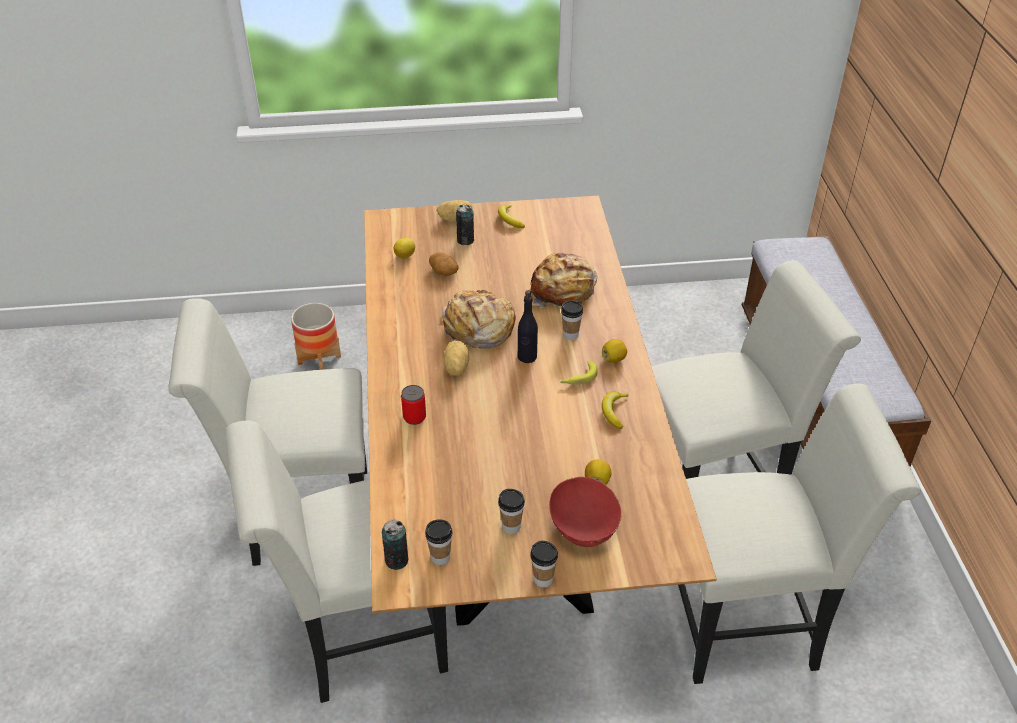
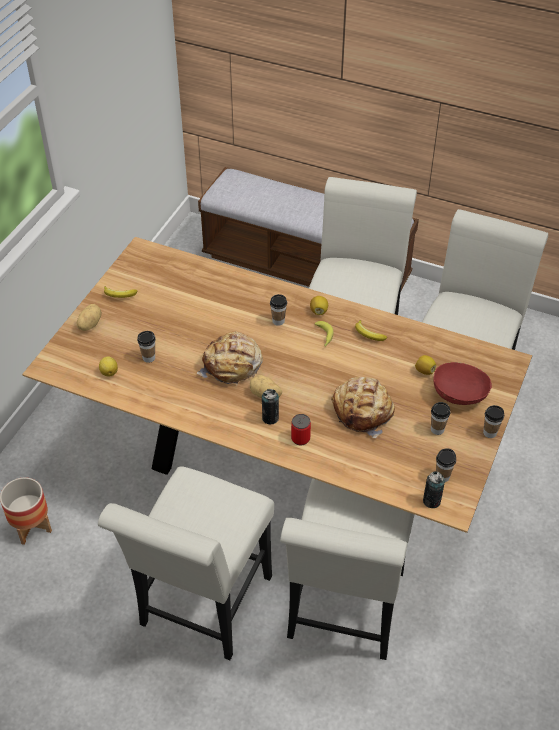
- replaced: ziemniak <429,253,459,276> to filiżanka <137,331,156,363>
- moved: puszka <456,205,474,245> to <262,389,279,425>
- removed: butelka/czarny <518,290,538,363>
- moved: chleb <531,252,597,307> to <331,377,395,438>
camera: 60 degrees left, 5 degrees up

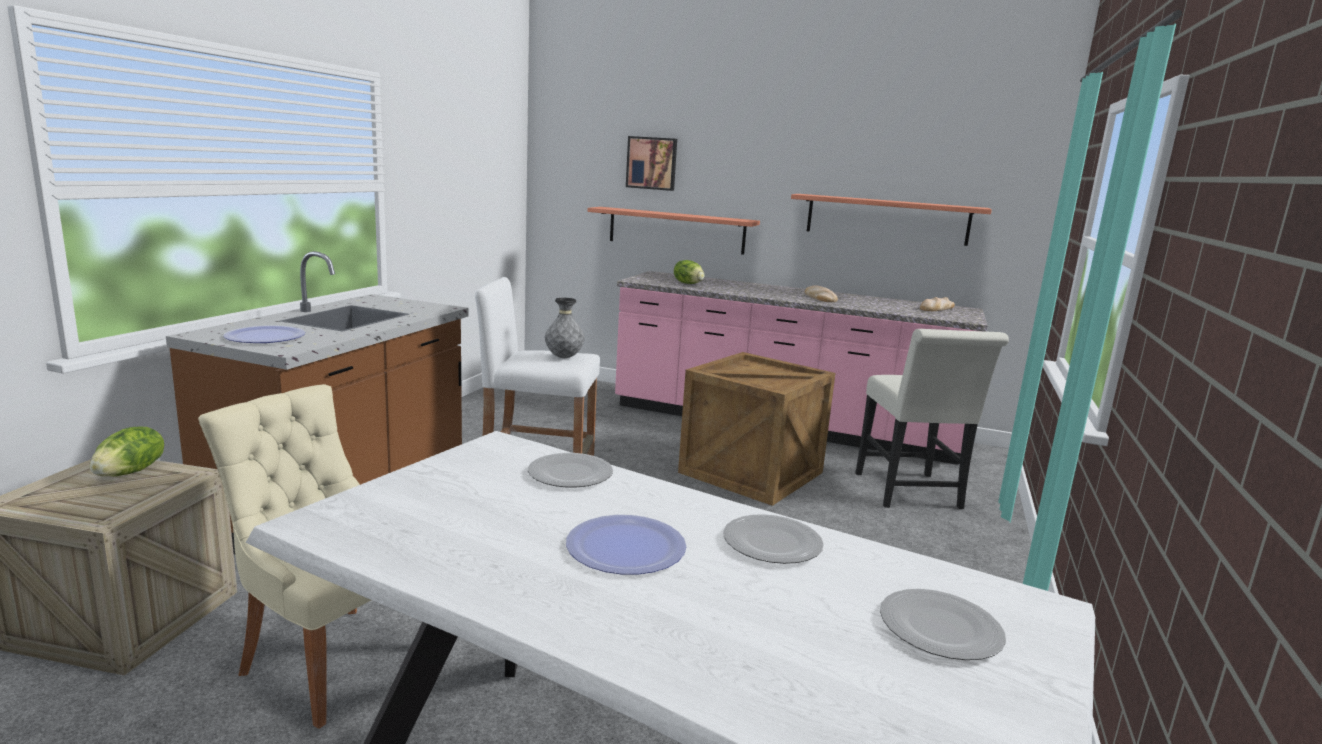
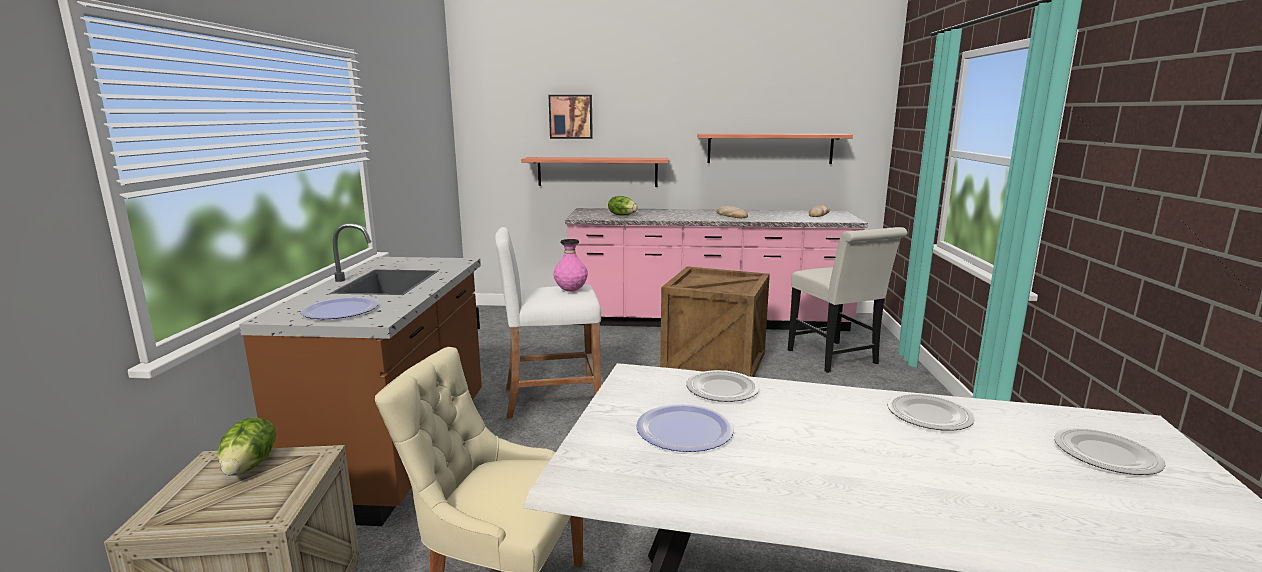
- recoloured: wazon/szary <545,298,585,358> to wazon/różowy <553,239,588,292>
- moved: talerz <566,515,686,575> to <636,404,734,452>
camera: 15 degrees left, 0 degrees up

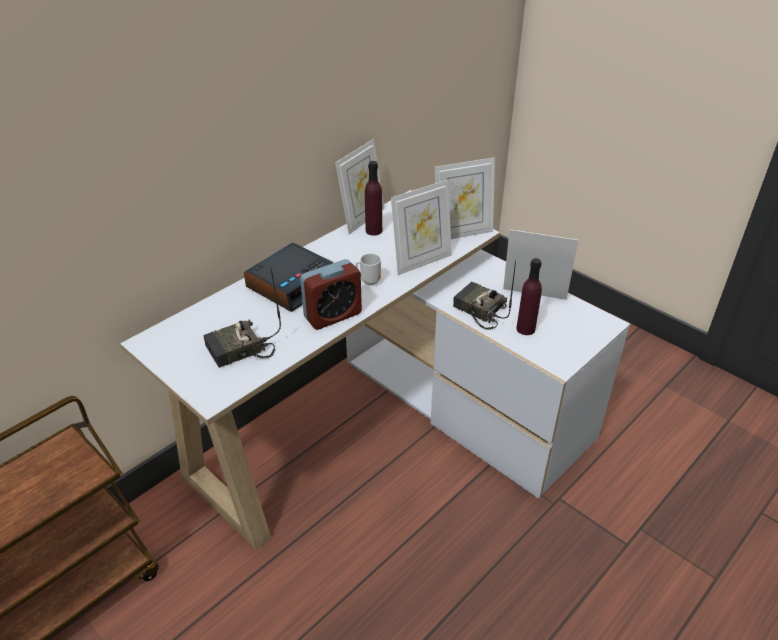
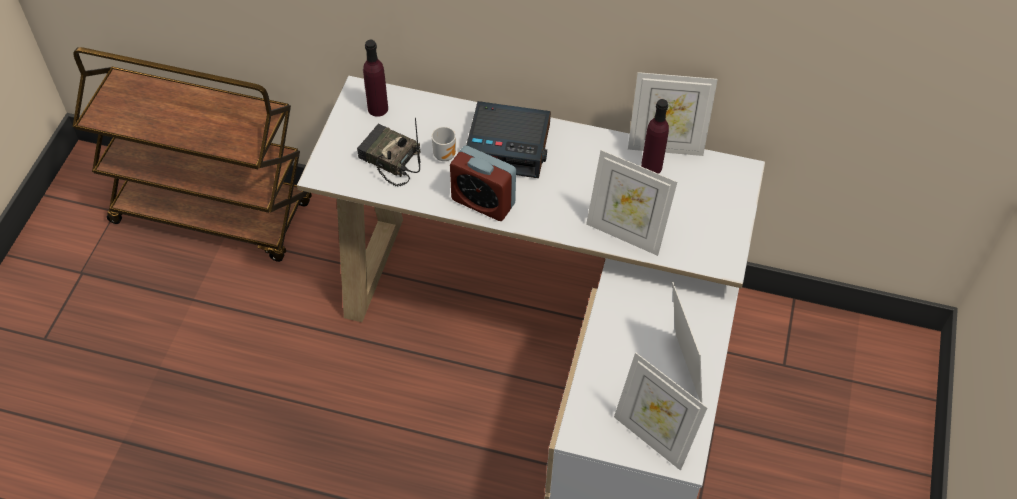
- moved: kubek <355,253,381,285> to <432,127,456,161>
- moved: ramka na zdjęcie <435,157,495,239> to <614,352,708,471>
- removed: radio <453,260,516,330>
- moved: butelka/fioletowy <516,258,542,335> to <363,40,388,117>
camera: 60 degrees right, 15 degrees up

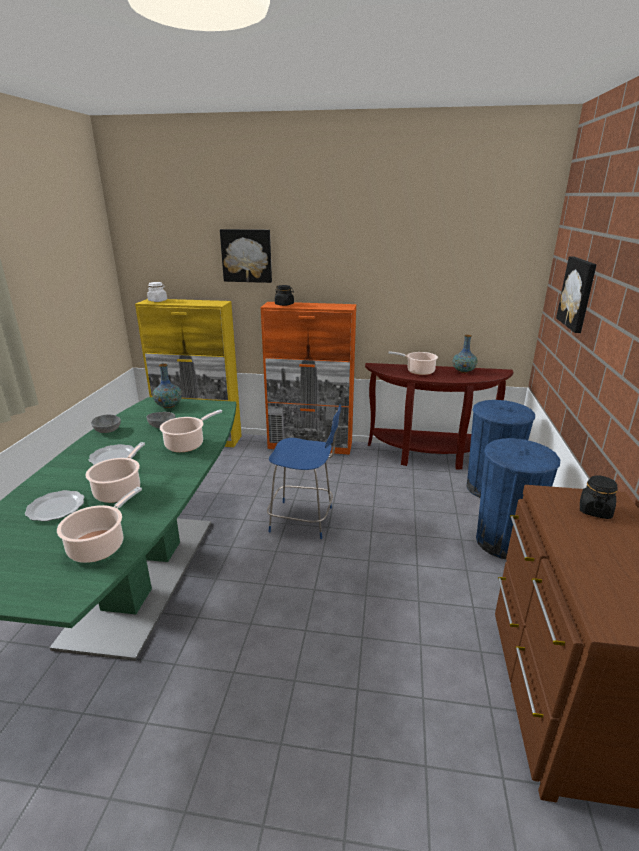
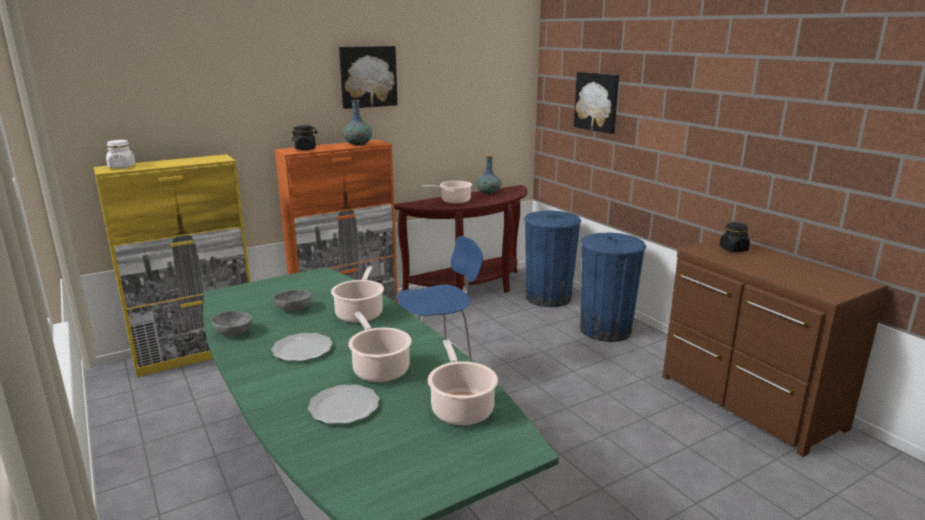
- moved: wazon <152,364,182,408> to <343,100,372,146>
- moved: obraz <220,229,272,283> to <339,46,398,109>
camera: 40 degrees left, 5 degrees down

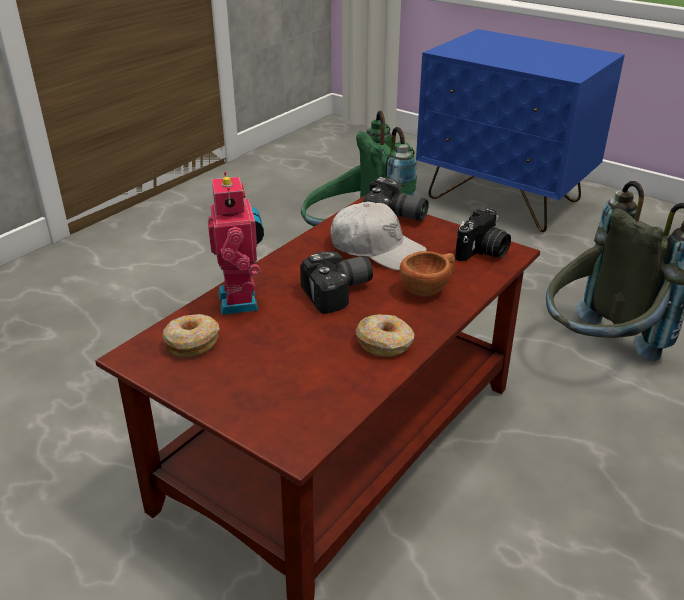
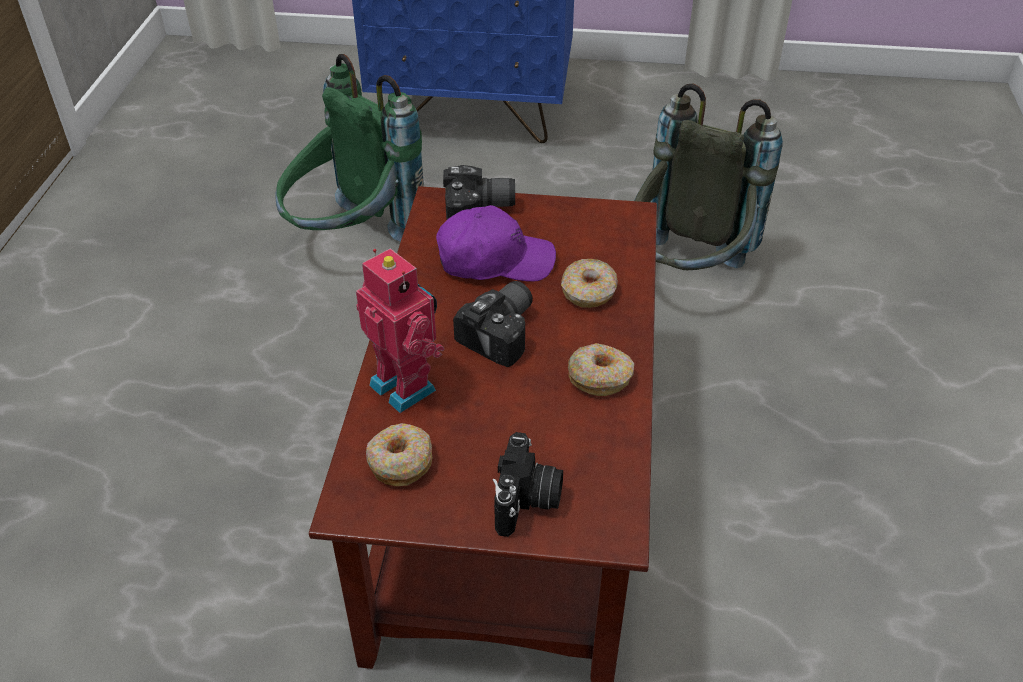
- recoloured: czapka z daszkiem/biały <330,202,427,271> to czapka z daszkiem/fioletowy <436,205,556,282>
- replaced: filiżanka/brązowy <400,251,455,296> to donut <561,259,618,308>
- moved: aparat fotograficzny <455,209,511,261> to <493,432,563,537>
camera: 30 degrees left, 10 degrees up

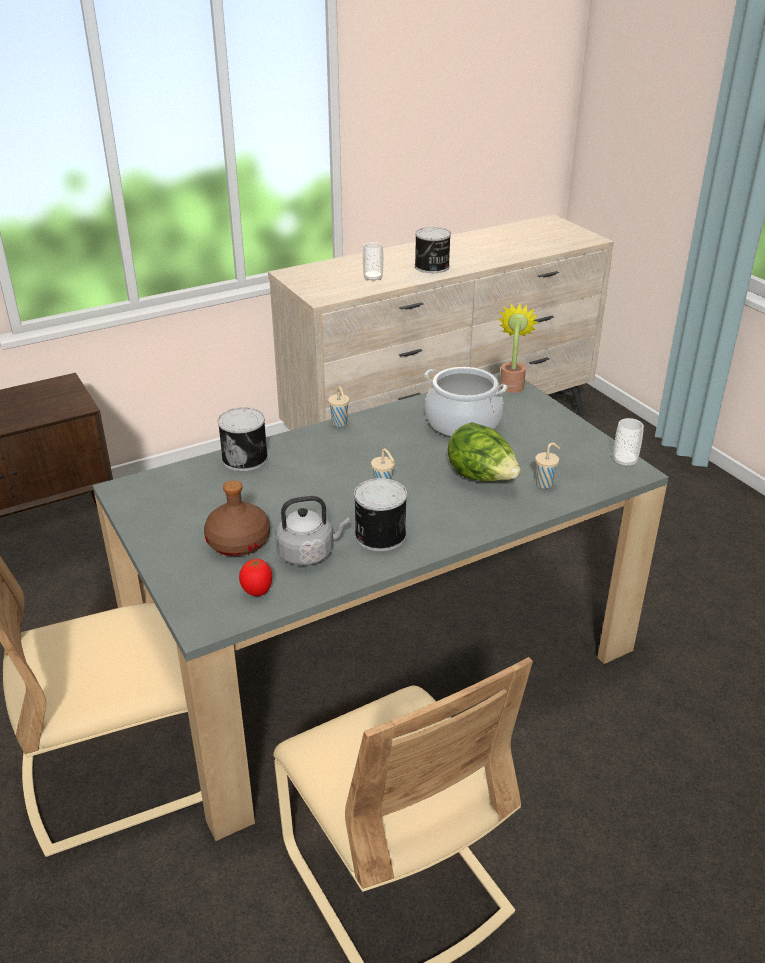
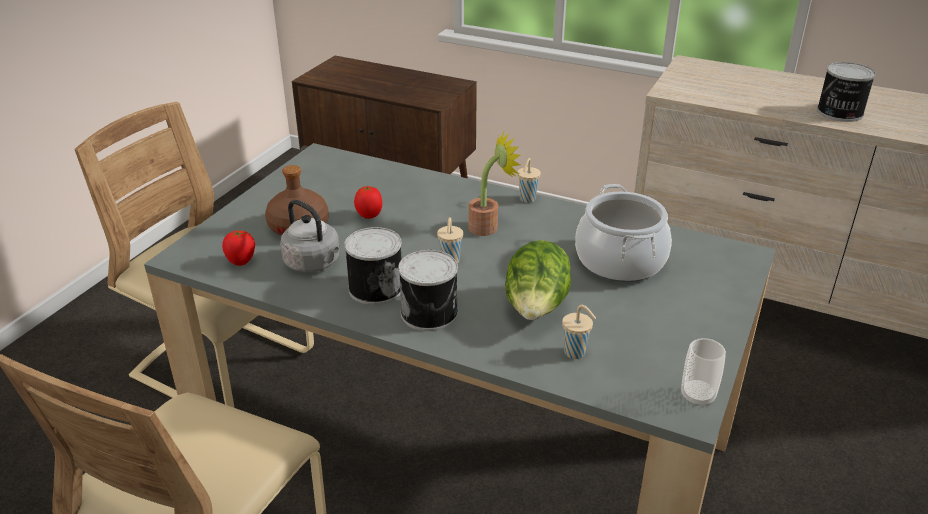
- moved: puszka <218,407,268,471> to <398,250,458,331>
- removed: filiżanka <363,242,383,282>
- moved: roślina doniczkowa <497,303,538,393> to <468,132,521,236>
- added: pomidor <354,185,382,219>
camera: 55 degrees right, 0 degrees up

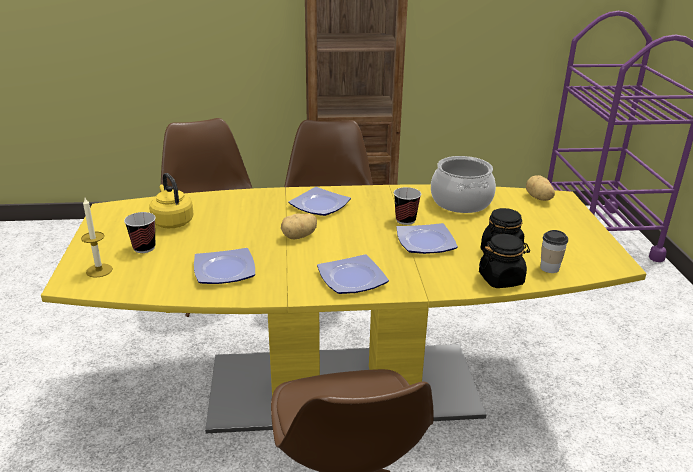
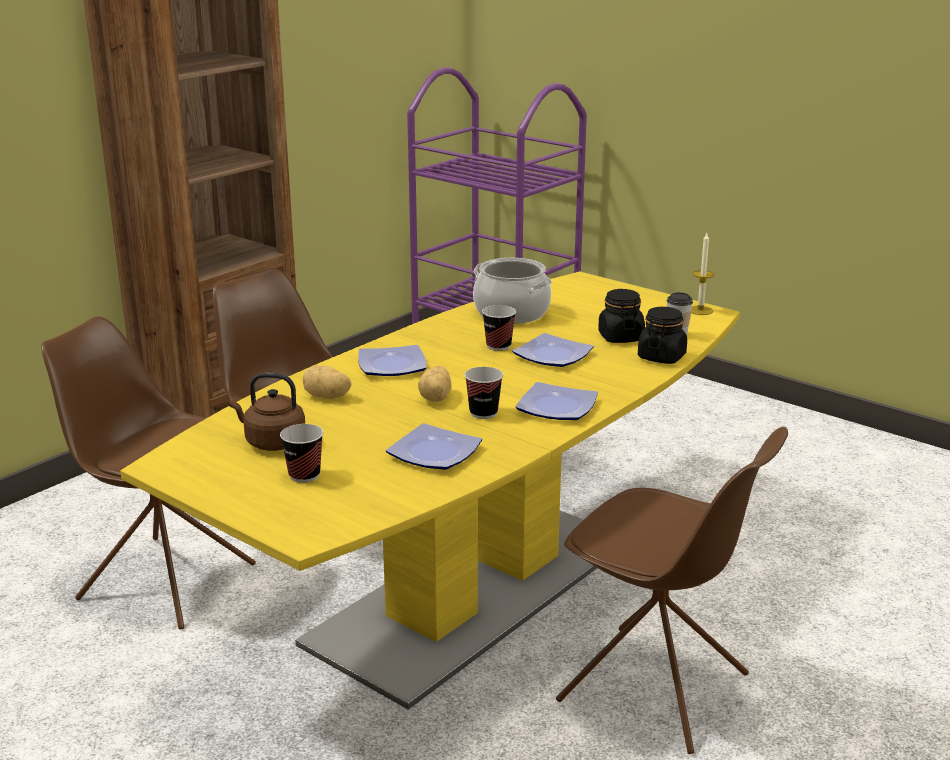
- moved: świeca <81,198,113,278> to <691,233,714,315>
- recoloured: czajnik/żółty <149,173,193,228> to czajnik/brązowy <229,373,305,451>
- moved: ziemniak <526,175,555,201> to <303,365,351,399>
- added: filiżanka <465,367,503,419>
camera: 45 degrees left, 5 degrees down

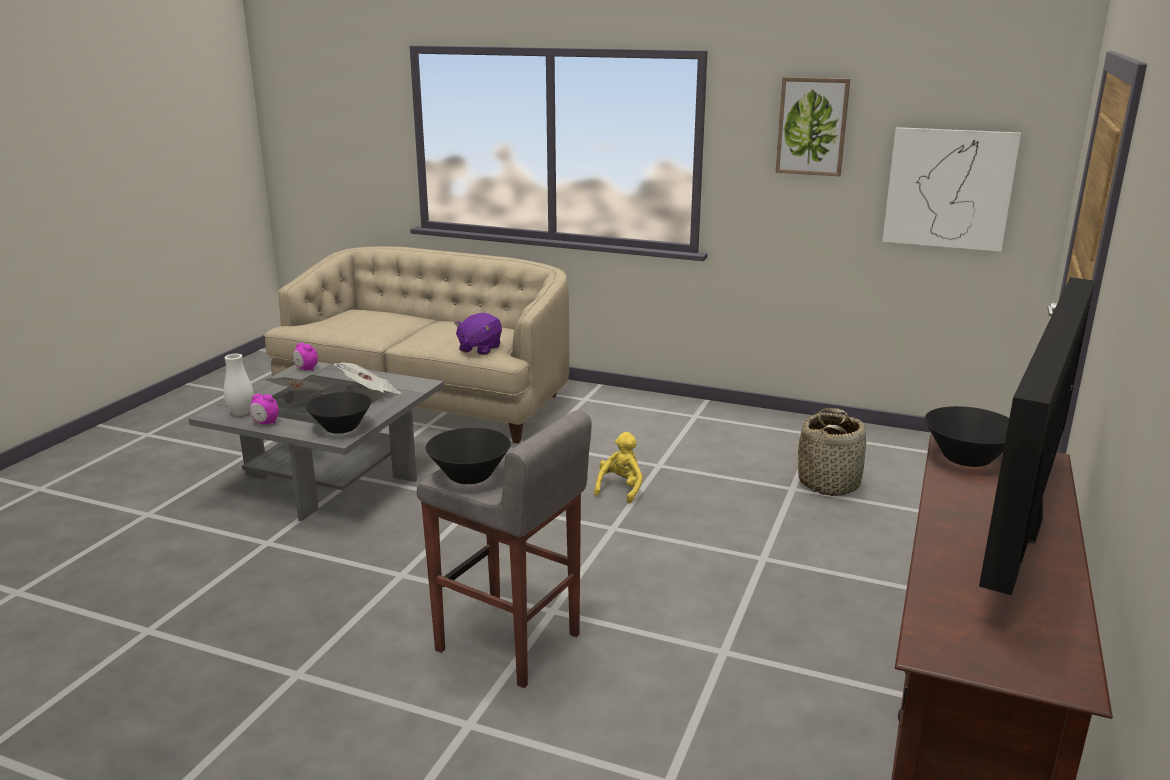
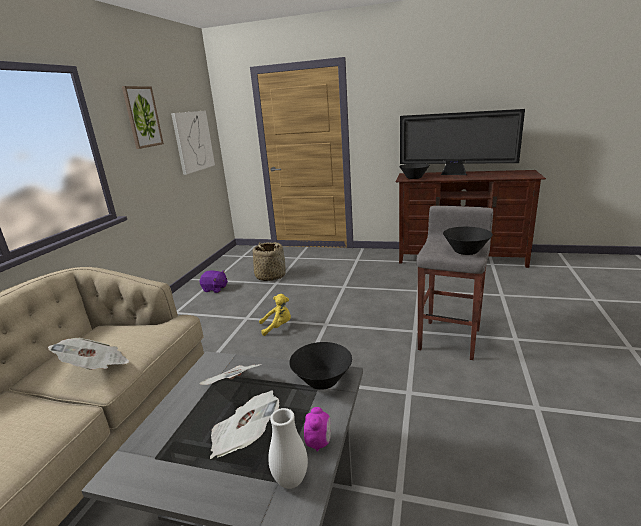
- removed: budzik <293,343,318,371>
- moved: pluszak/fioletowy <454,313,502,355> to <200,270,228,293>
- turned: pluszak/żółty <594,432,643,504> = <259,294,291,336> 150 degrees clockwise
- added: gazeta <48,338,130,370>
camera: 95 degrees left, 0 degrees up

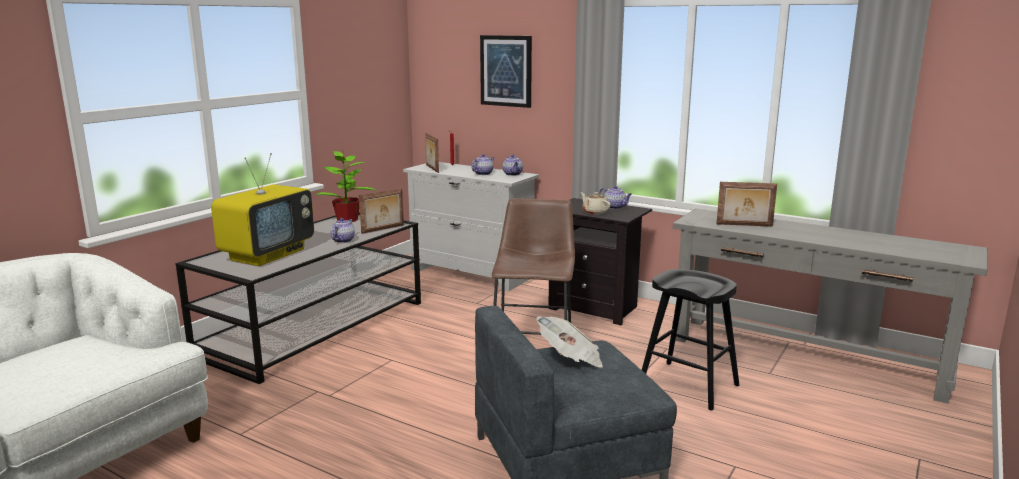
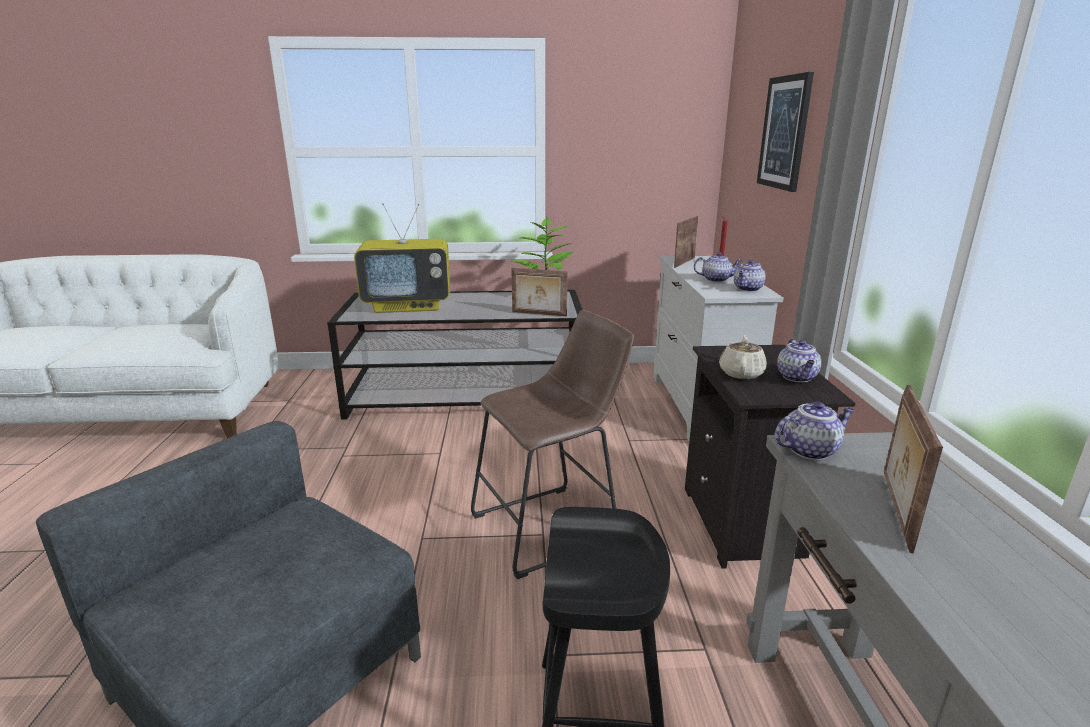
- moved: imbryk <330,218,355,243> to <775,401,854,460>
- removed: gazeta <536,316,603,368>
- turned: ramka na zdjęcie <716,182,777,227> = <884,385,943,554> 45 degrees clockwise
camera: 55 degrees right, 5 degrees up

